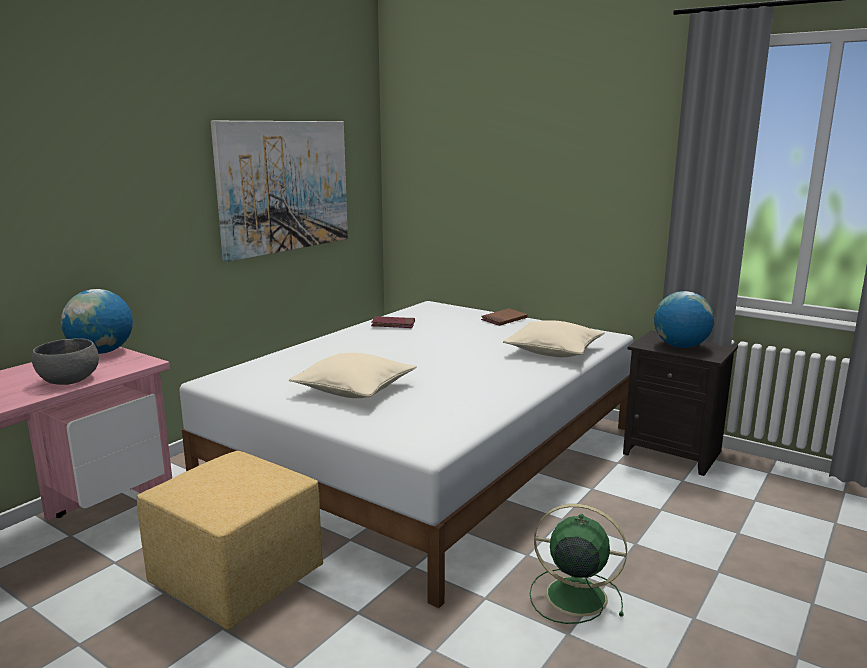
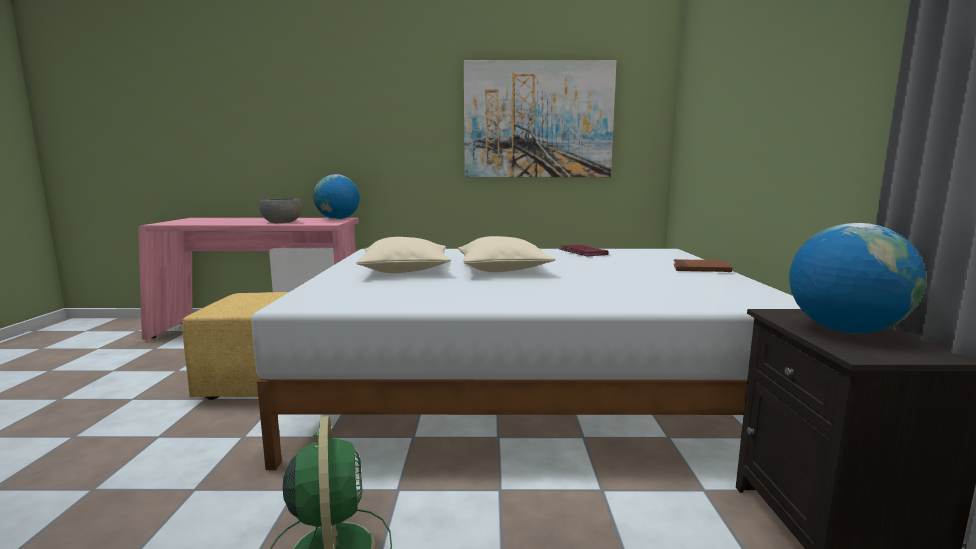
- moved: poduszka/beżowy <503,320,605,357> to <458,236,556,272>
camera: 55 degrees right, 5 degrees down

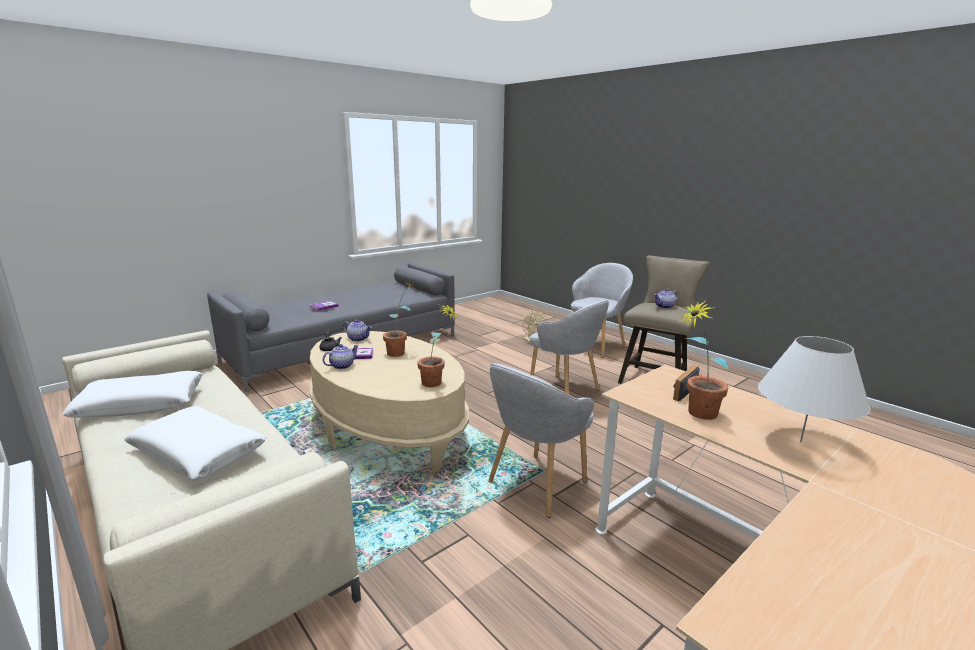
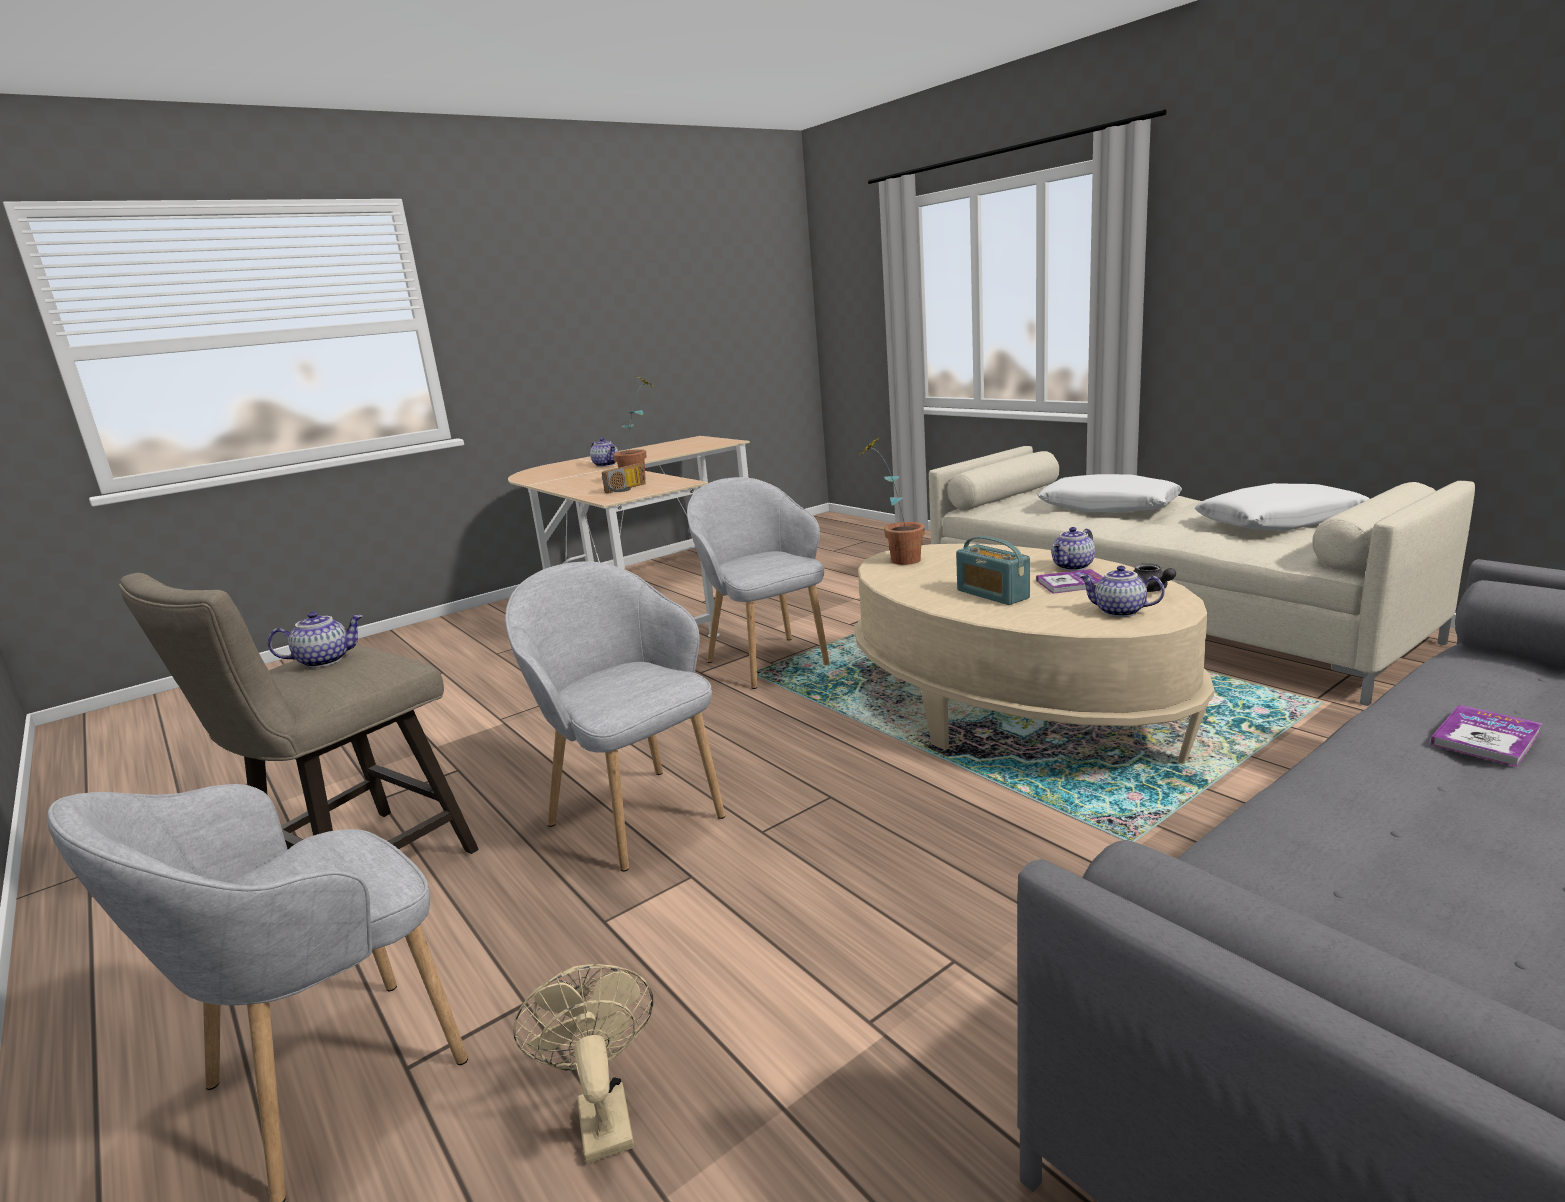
- replaced: roślina doniczkowa <383,281,416,357> to radio <956,536,1030,605>
- turned: fotel/szary <488,363,594,518> = <687,477,830,689> 75 degrees counterclockwise
- removed: lampa stołowa/biały <758,336,871,443>
- added: imbryk <590,438,618,467>
camera: 175 degrees left, 0 degrees up

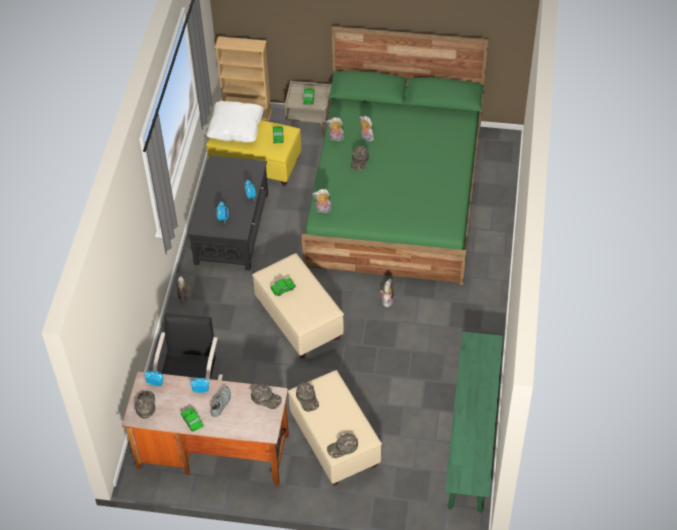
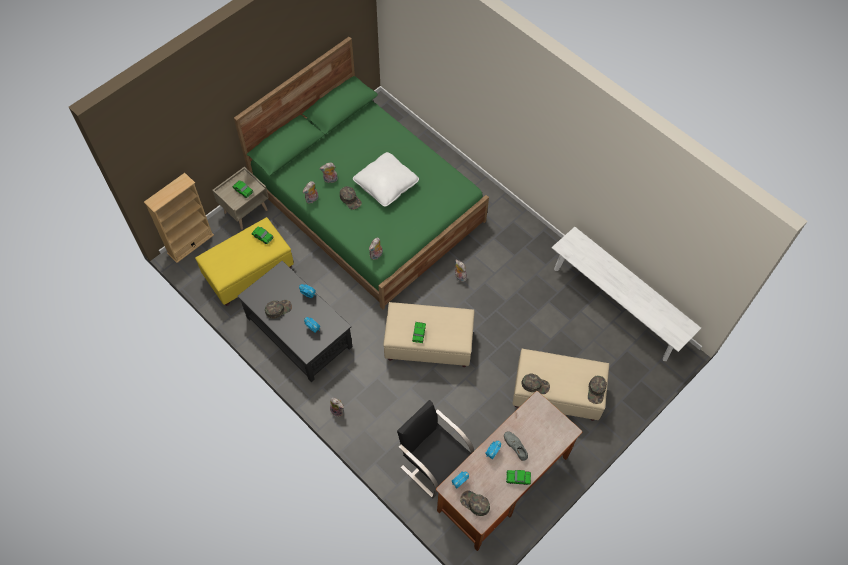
- moved: poduszka/biały <206,101,264,143> to <353,152,419,207>
- moved: czapka z daszkiem/zielony <251,384,282,409> to <265,300,292,319>
- recoloured: ławka/zielony <445,331,503,514> to ławka/biały <552,227,701,361>
camera: 55 degrees left, 10 degrees up

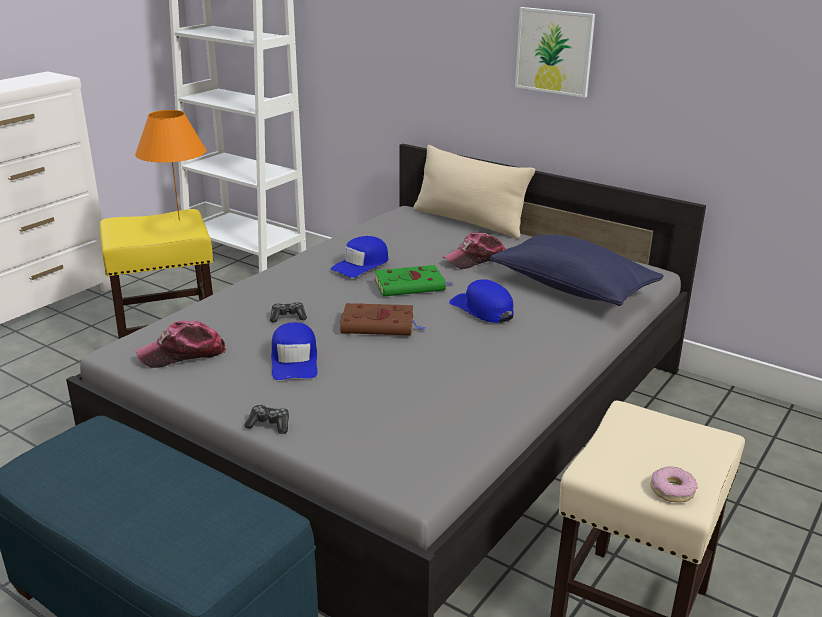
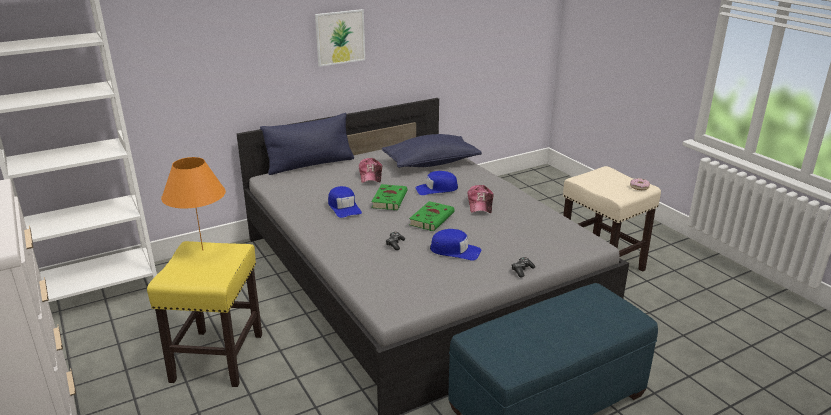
- moved: czapka z daszkiem <136,320,226,368> to <467,185,494,213>
- recoloured: książka/brązowy <340,303,426,336> to książka/zielony <409,201,455,231>
- recoloured: poduszka/beżowy <414,145,535,238> to poduszka/niebieski <260,113,354,175>
camera: 65 degrees left, 0 degrees up

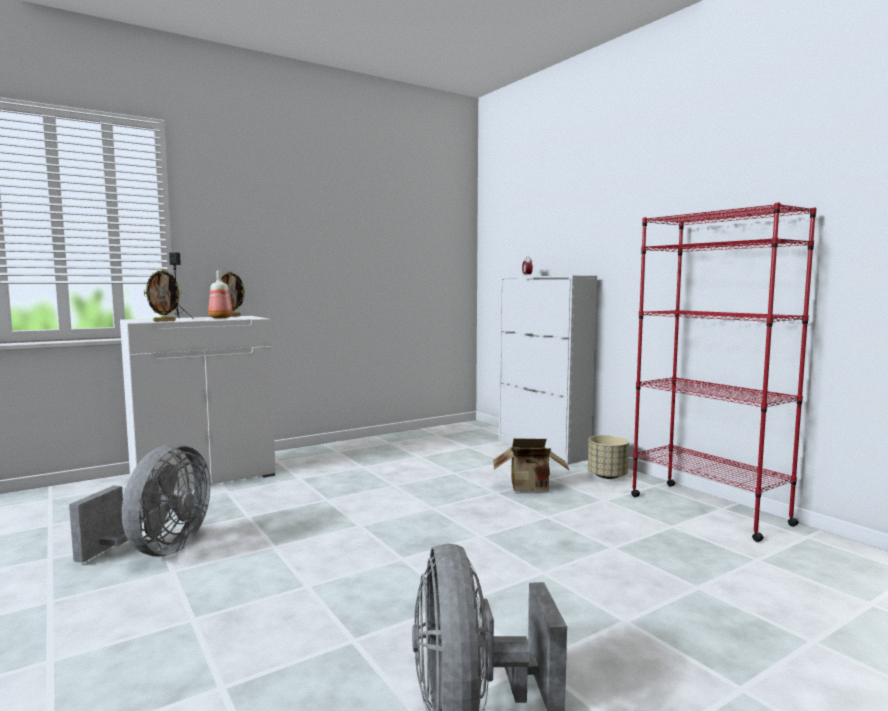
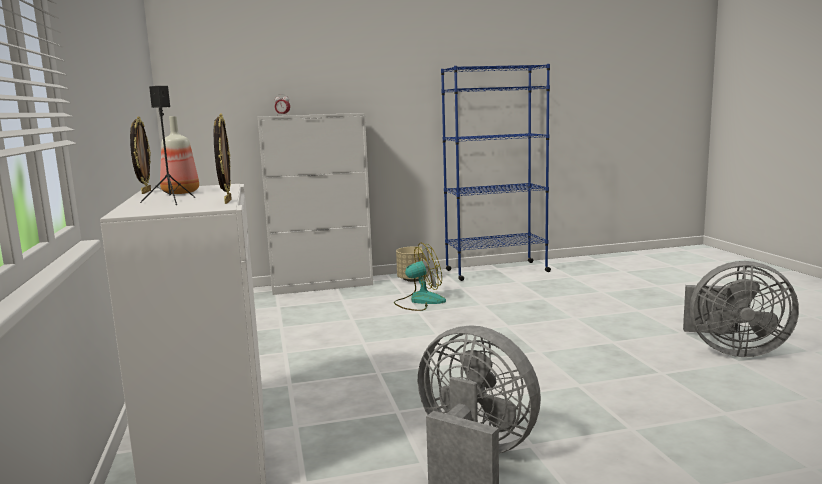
- replaced: karton <493,438,570,492> to wentylator <394,243,446,311>
- recoloured: regał/czerwony <631,202,817,542> to regał/niebieski <441,64,551,281>
camera: 70 degrees left, 5 degrees up

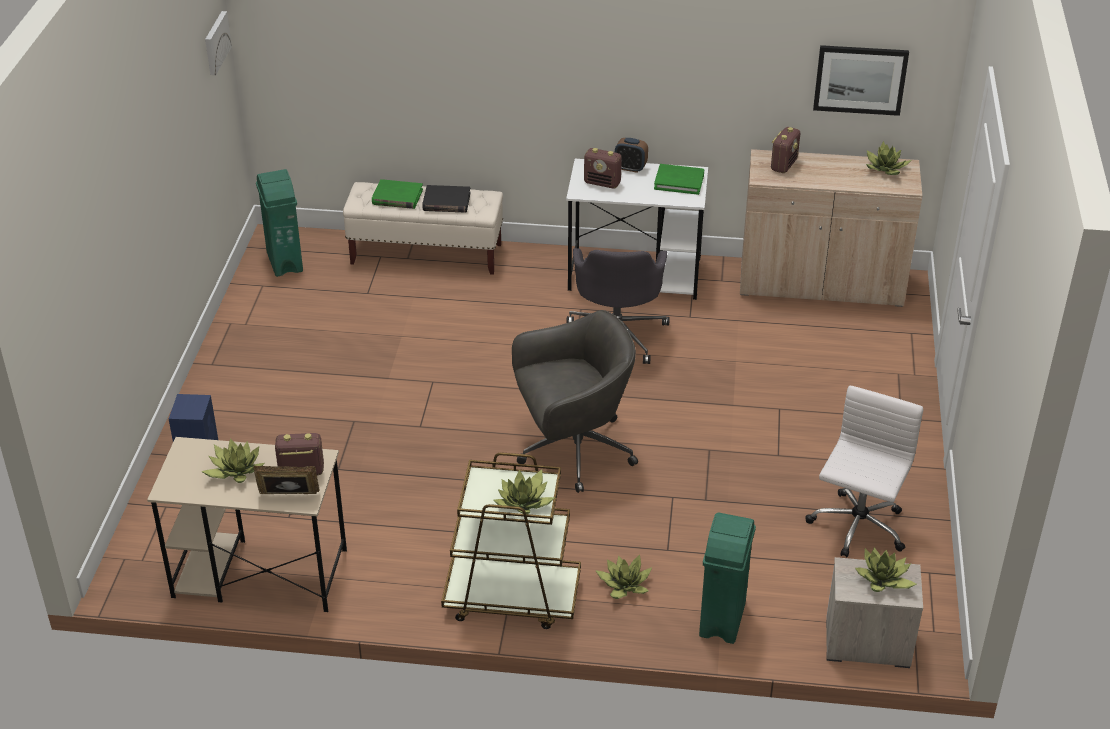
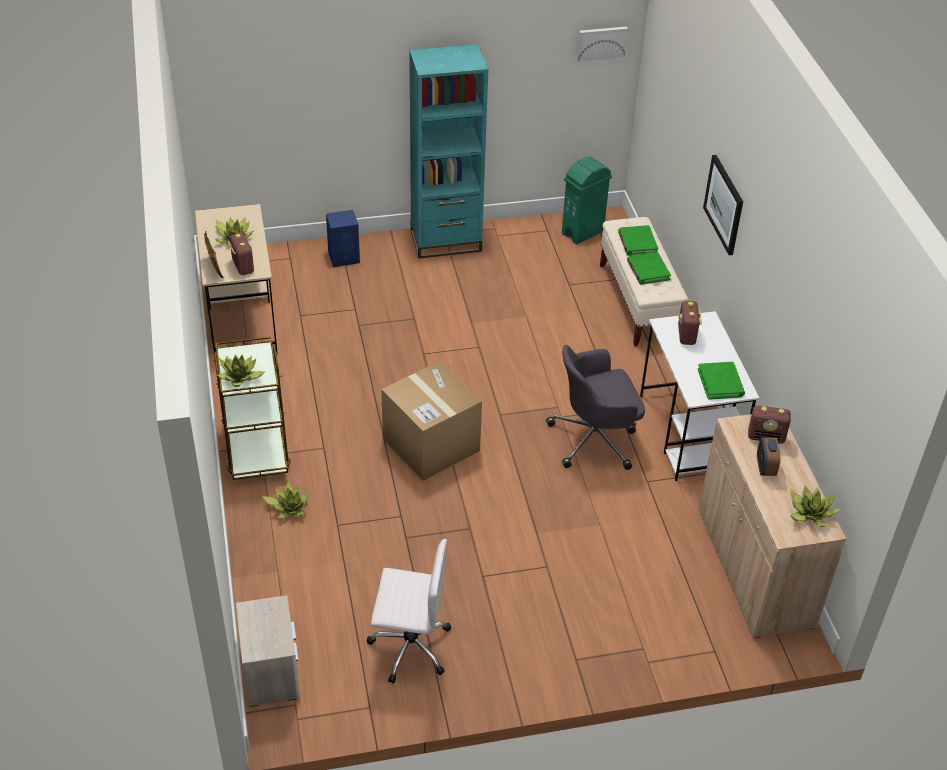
- recoloured: książka/czarny <422,185,471,213> to książka/zielony <627,251,671,285>
- replaced: krzesło biurowe/szary <512,310,638,493> to karton <381,361,482,481>
- moved: budzik <615,138,648,173> to <757,437,781,476>
- removed: kosz na śmieci/zielony <699,513,756,644>
- moved: obraz <813,45,909,116> to <703,155,743,255>
- removed: roślina doniczkowa <855,547,916,592>
- added: regał/turkusowy <409,44,488,258>
camera: 70 degrees right, 5 degrees up

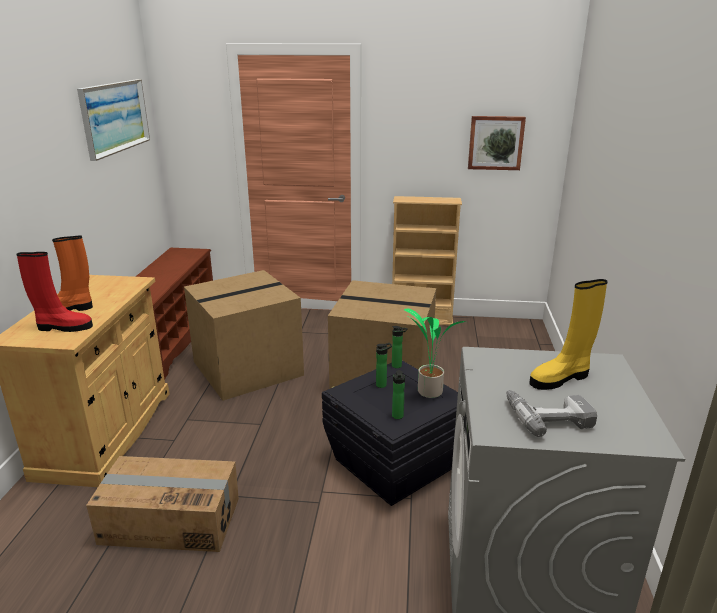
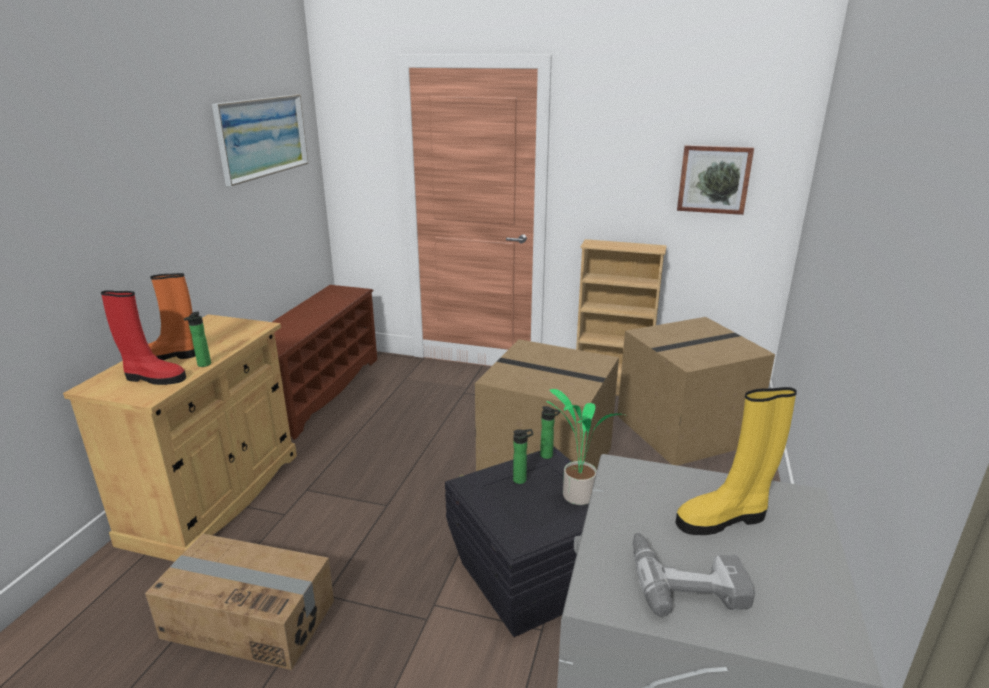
- moved: karton <184,270,304,401> to <617,317,775,466>
- moved: butelka <392,370,405,419> to <184,311,211,367>
camera: 10 degrees right, 0 degrees up

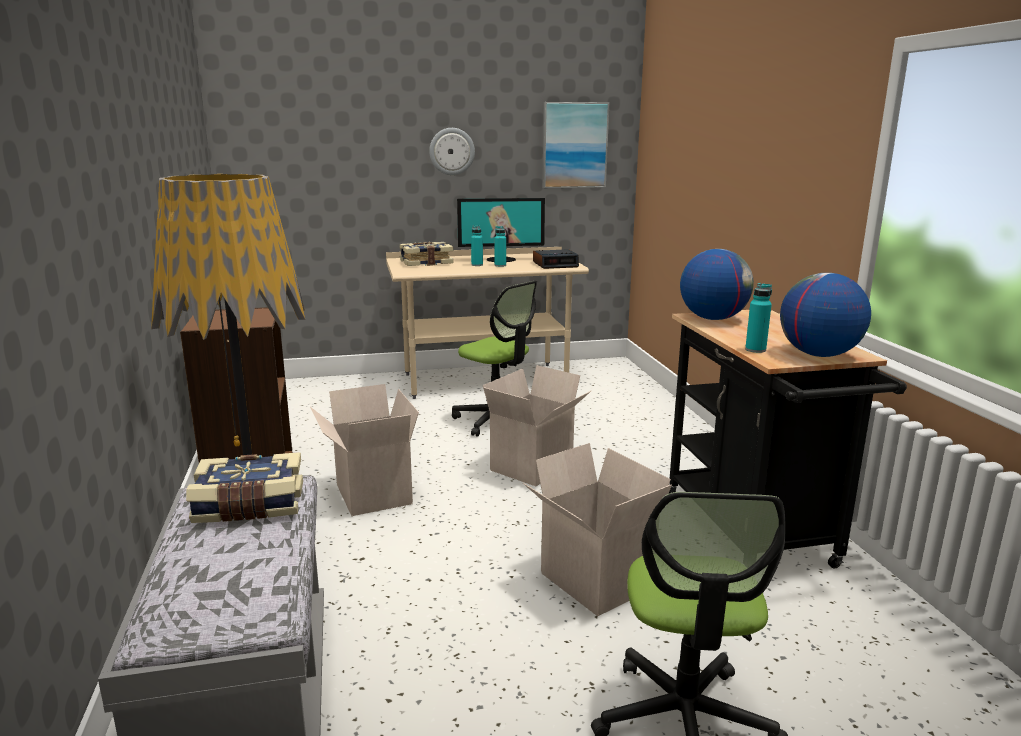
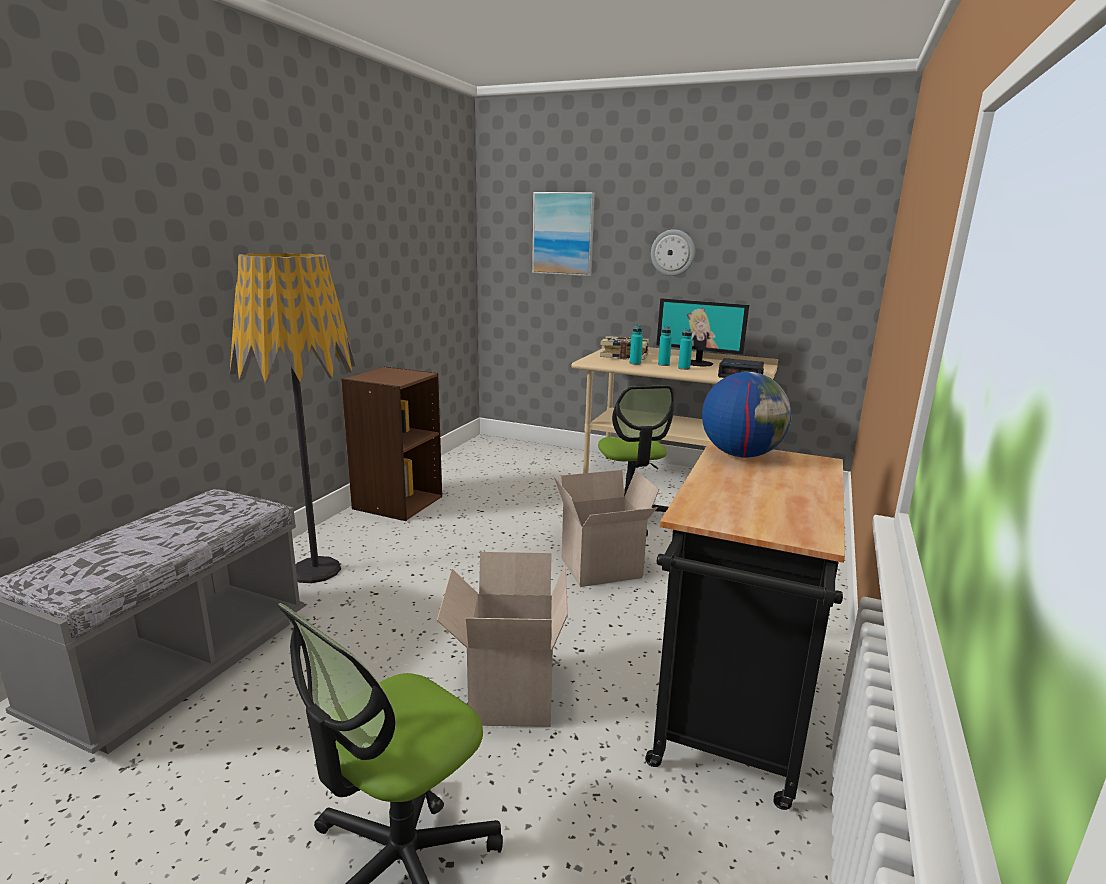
- removed: książka <186,452,303,523>
- removed: karton <310,384,419,516>
- moved: obraz <542,102,609,188> to <532,192,595,276>
- moved: butelka/turkusowy <745,283,772,353> to <630,325,643,365>
- removed: globus <780,273,871,357>
camera: 35 degrees right, 0 degrees up

